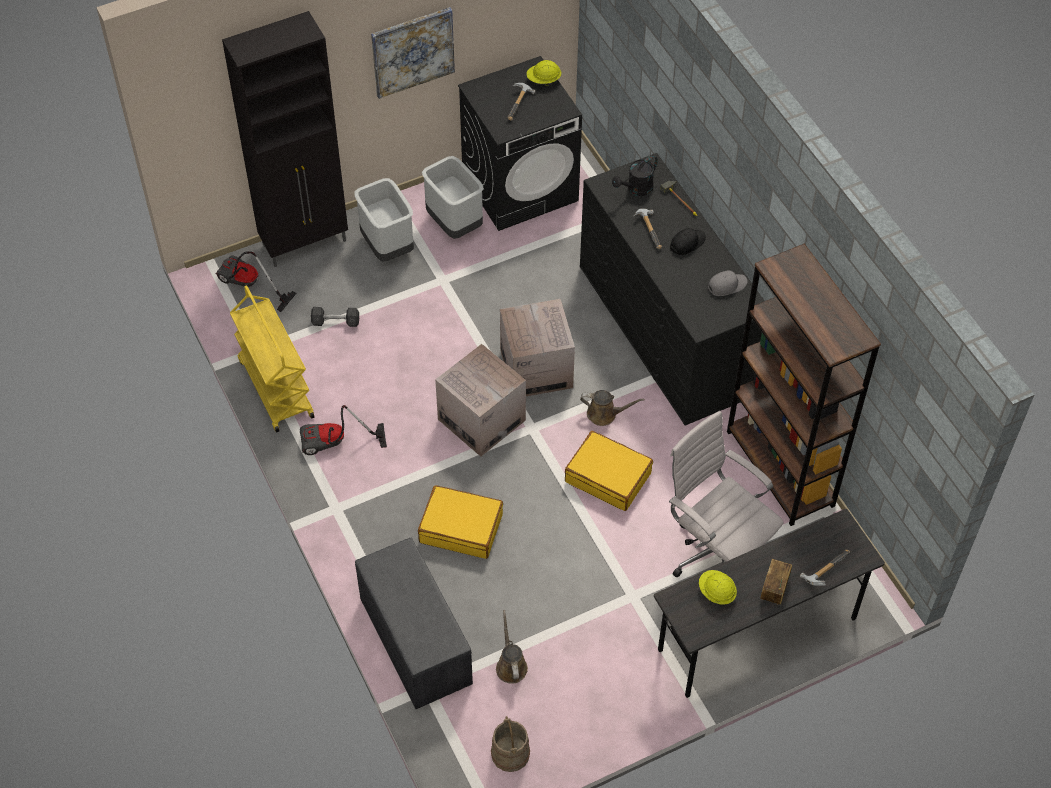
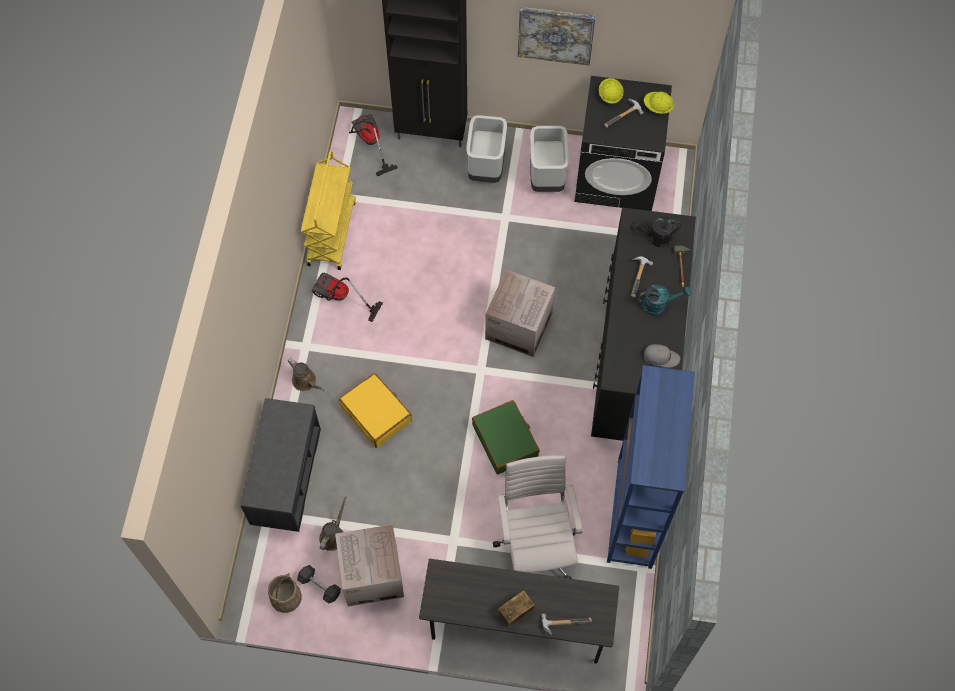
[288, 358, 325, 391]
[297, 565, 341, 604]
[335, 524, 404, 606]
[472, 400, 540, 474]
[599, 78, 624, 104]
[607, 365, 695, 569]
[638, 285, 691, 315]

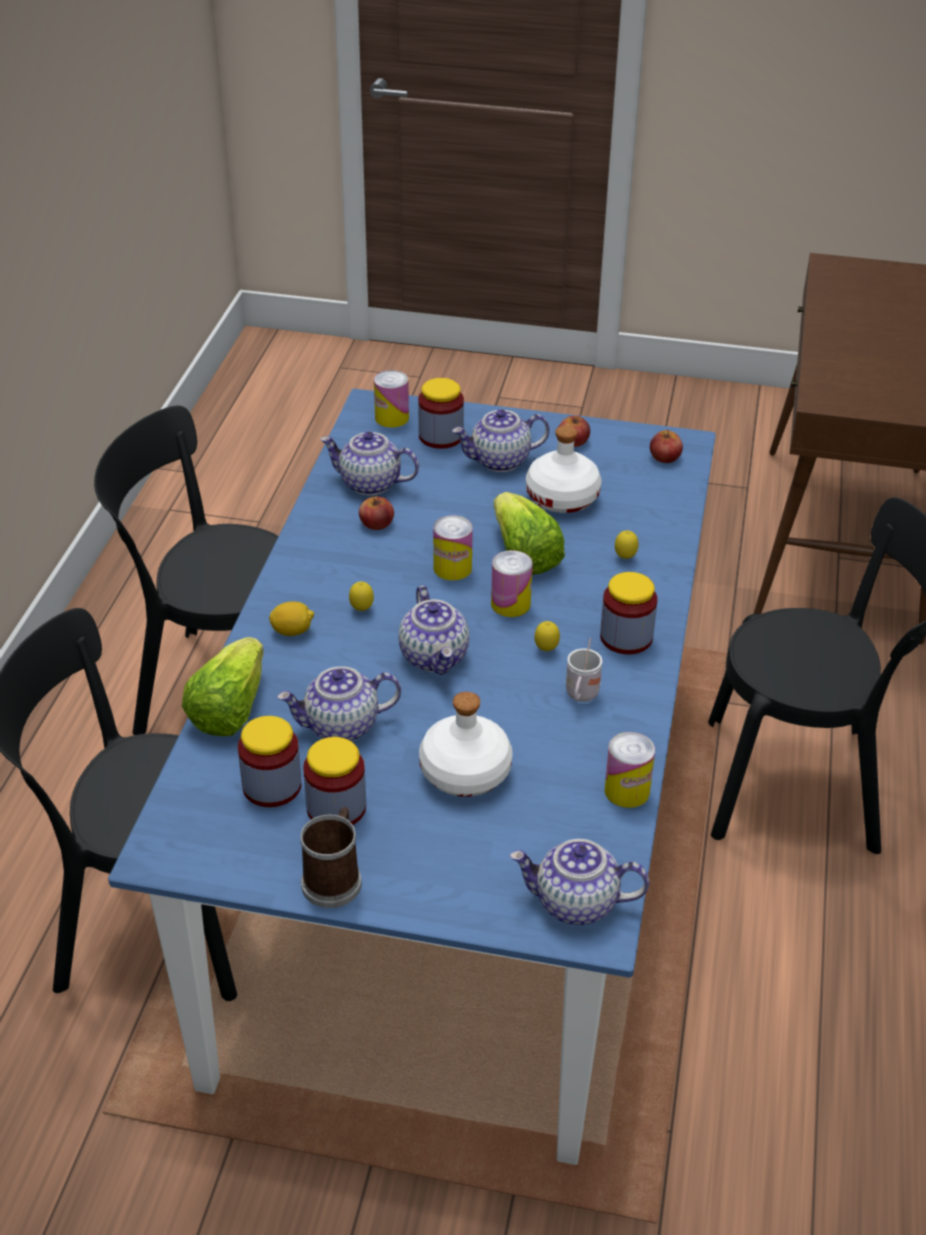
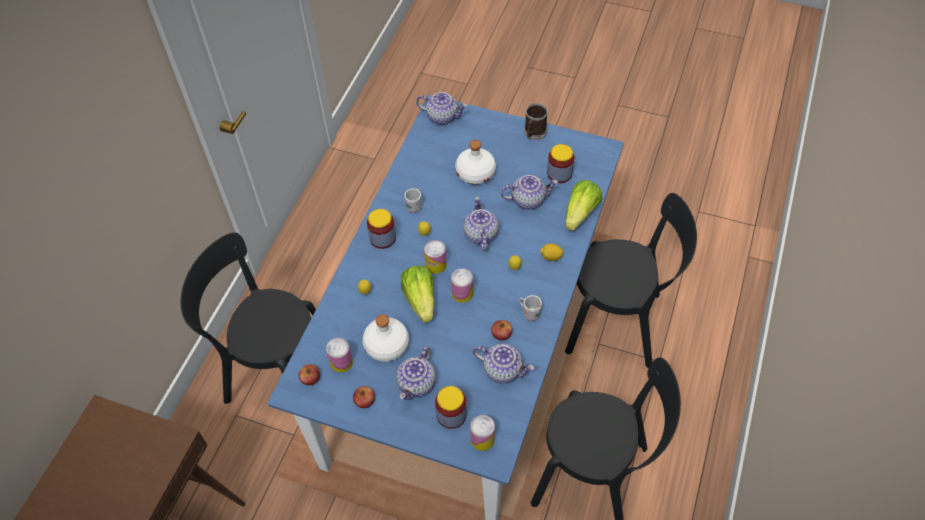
[326, 338, 353, 372]
[396, 346, 436, 400]
[519, 295, 542, 321]
[303, 737, 366, 825] (first image)

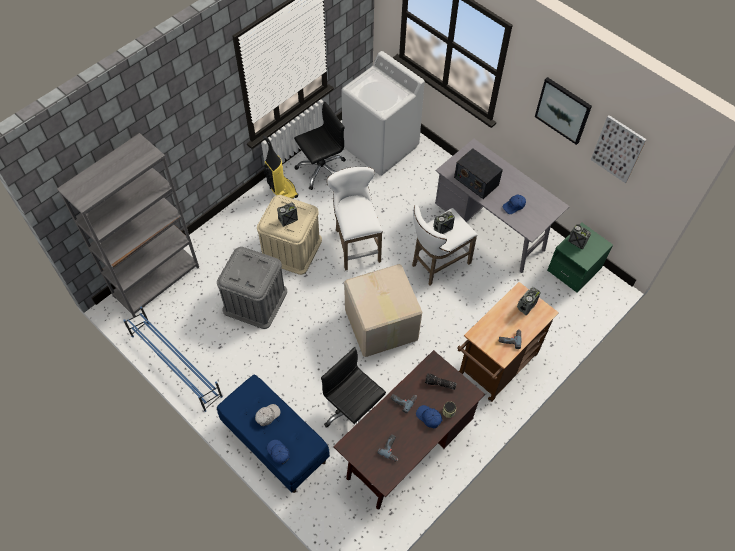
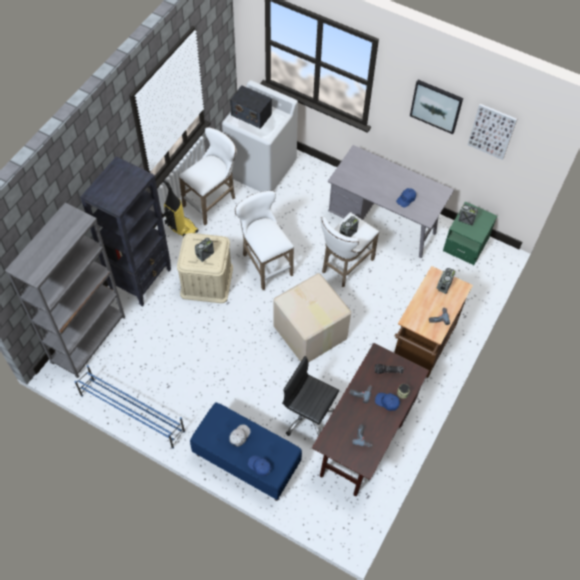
[80, 156, 171, 307]
[179, 127, 237, 225]
[230, 85, 272, 129]
[217, 247, 287, 329] (first image)

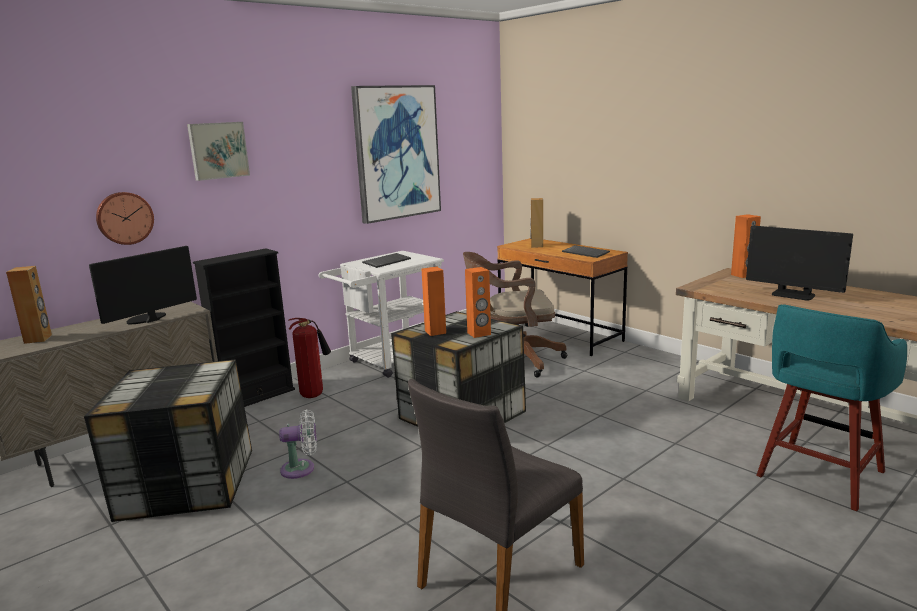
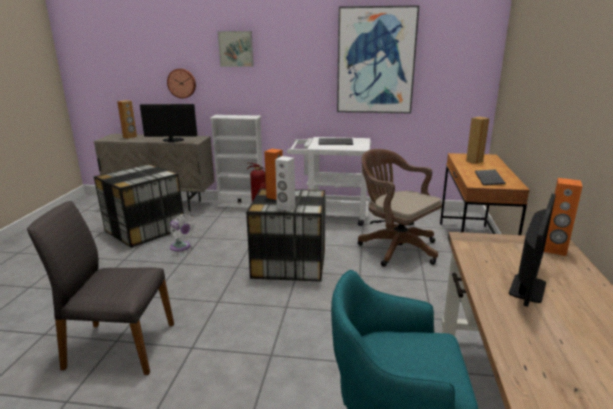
[210, 115, 263, 208]
[275, 156, 296, 211]
[509, 194, 556, 307]

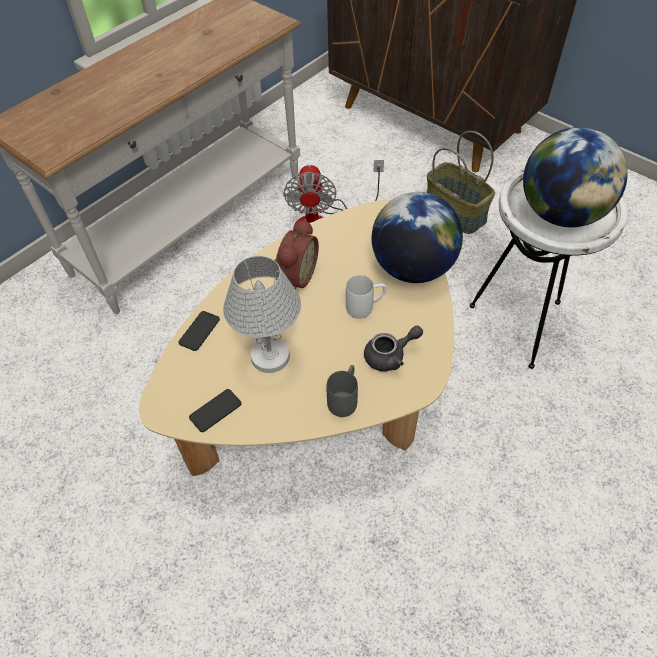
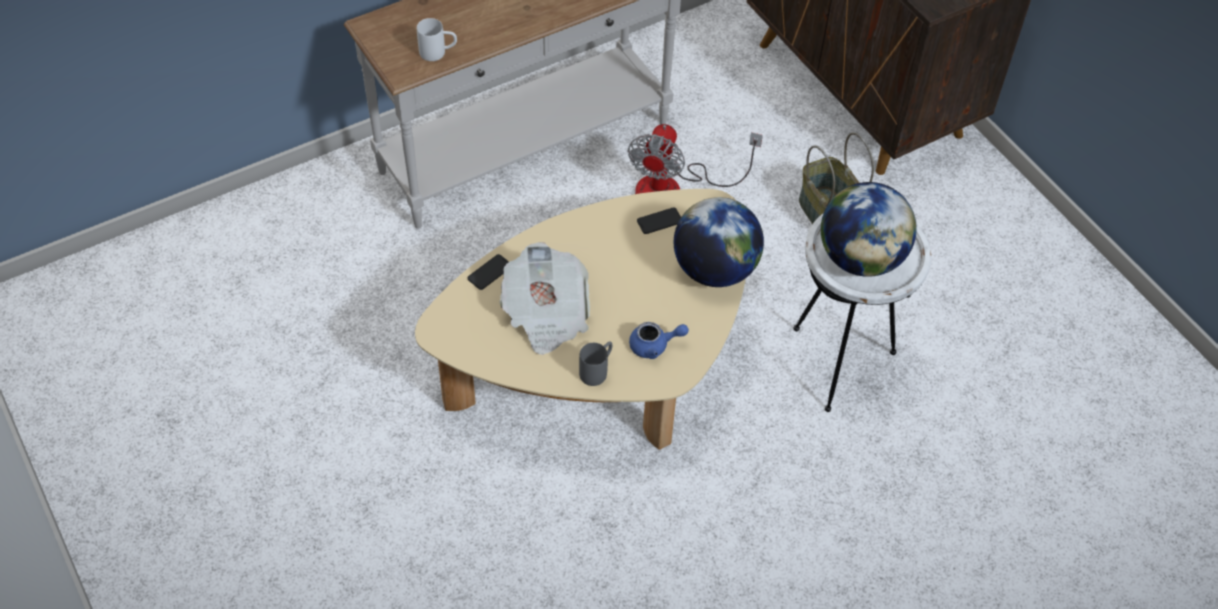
[417, 18, 457, 61]
[499, 242, 590, 355]
[629, 322, 689, 359]
[637, 207, 681, 234]
[275, 219, 319, 289] (first image)

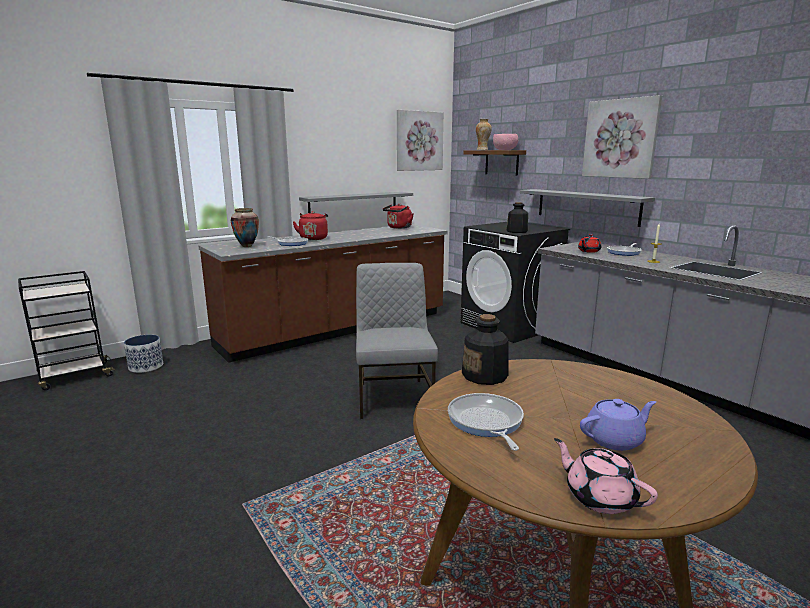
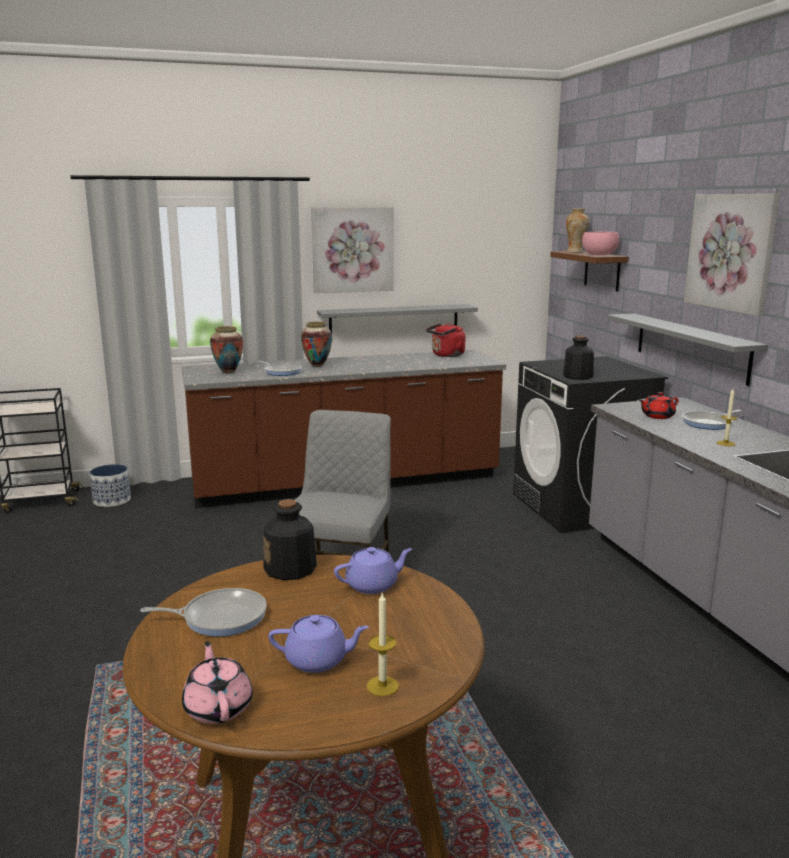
[140, 588, 267, 637]
[301, 322, 332, 367]
[311, 207, 394, 293]
[334, 547, 412, 594]
[367, 592, 399, 696]

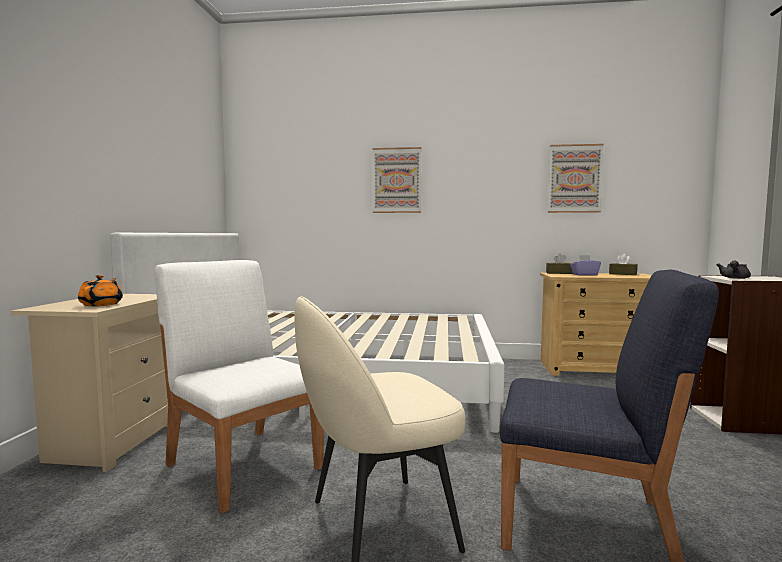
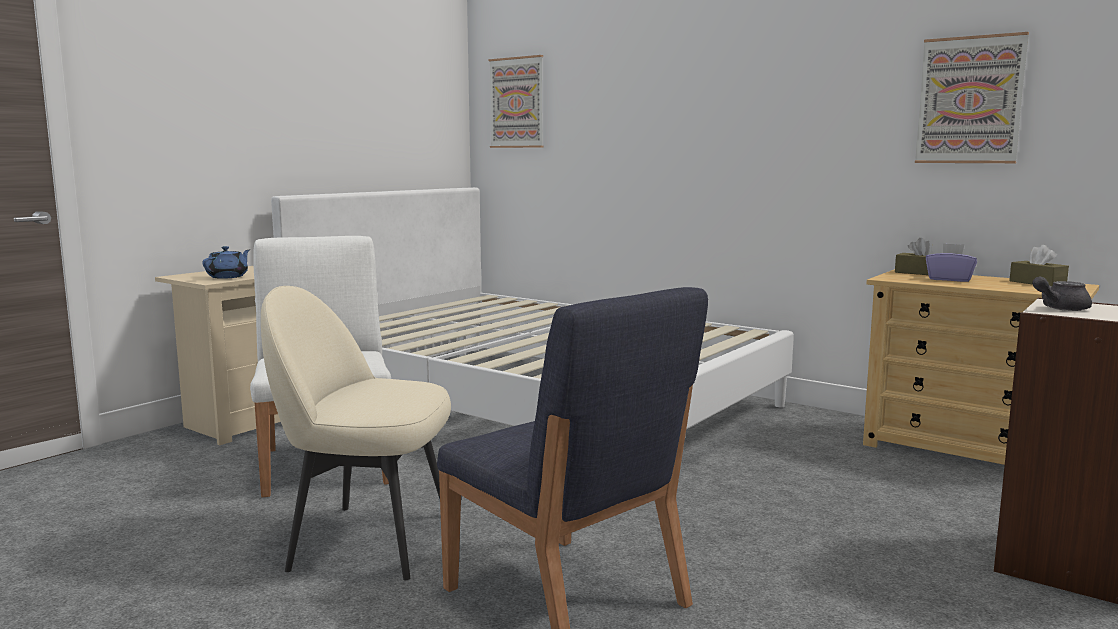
[202, 246, 250, 279]
[489, 55, 544, 148]

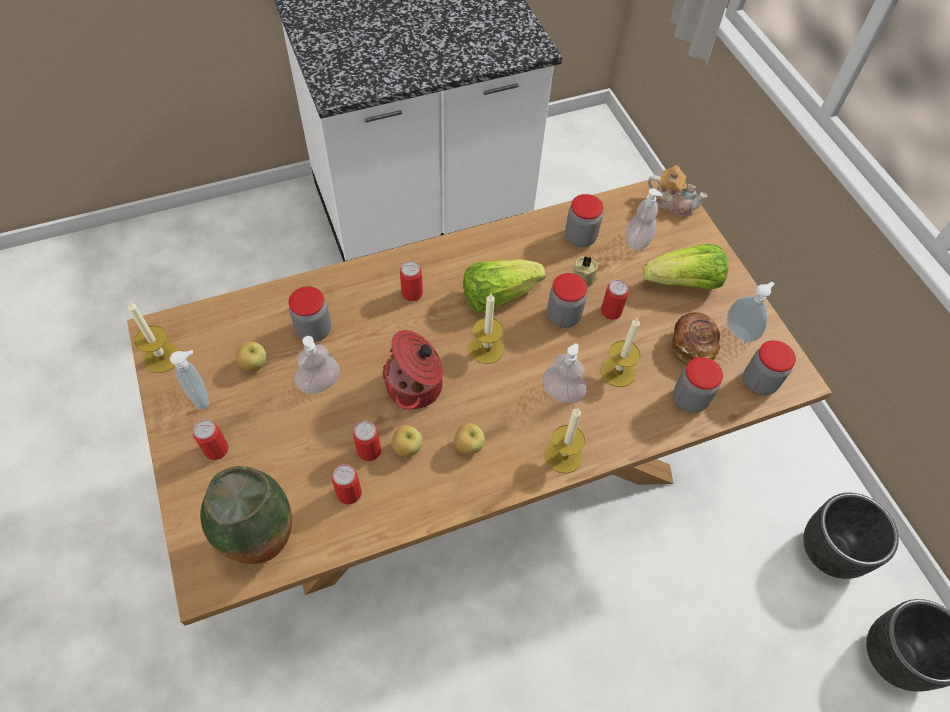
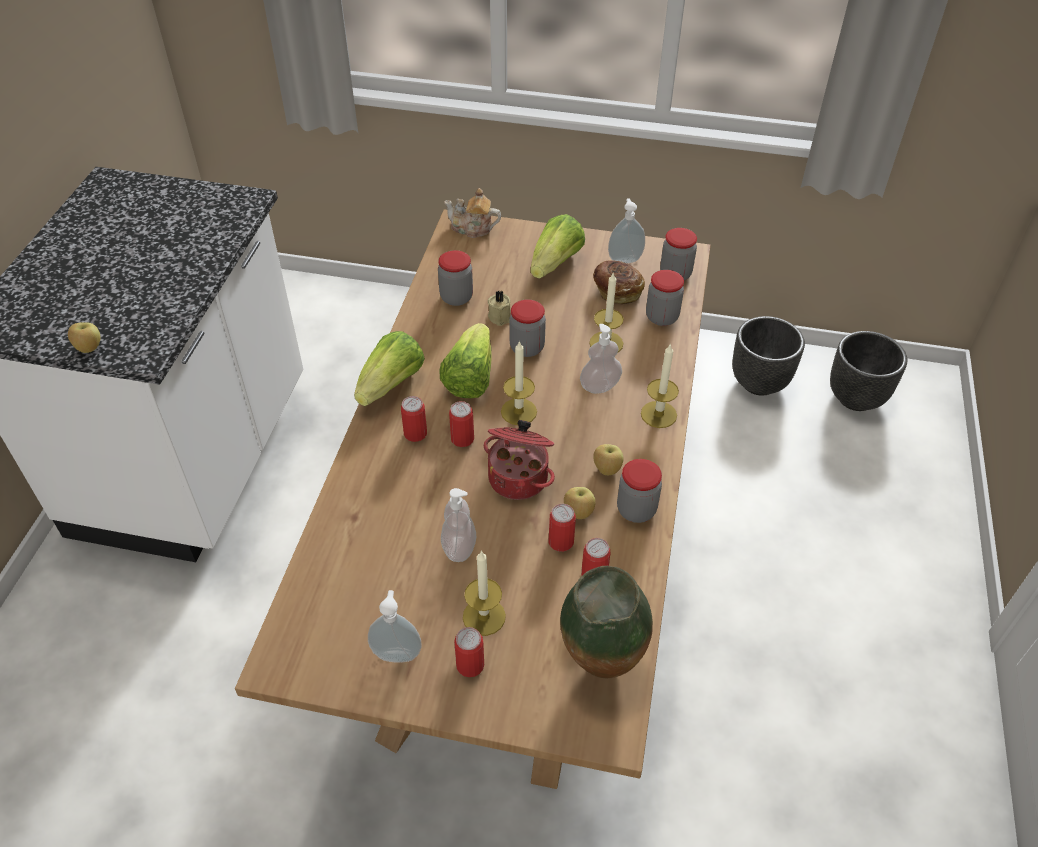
[68, 322, 101, 353]
[354, 331, 425, 406]
[444, 188, 501, 238]
[449, 401, 474, 447]
[463, 550, 506, 636]
[617, 459, 662, 523]
[627, 188, 662, 250] (first image)

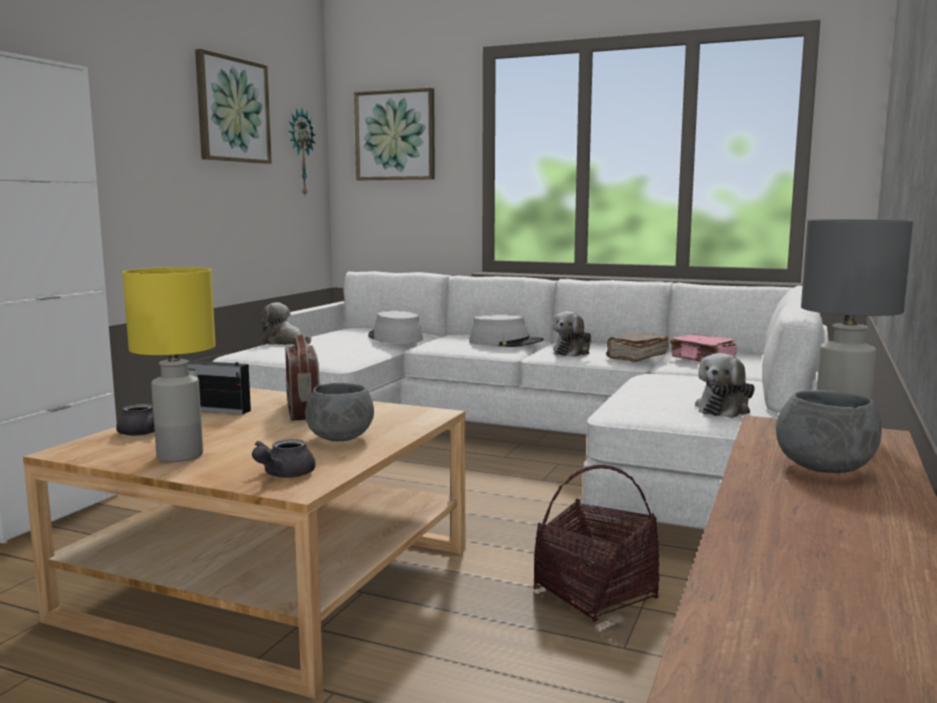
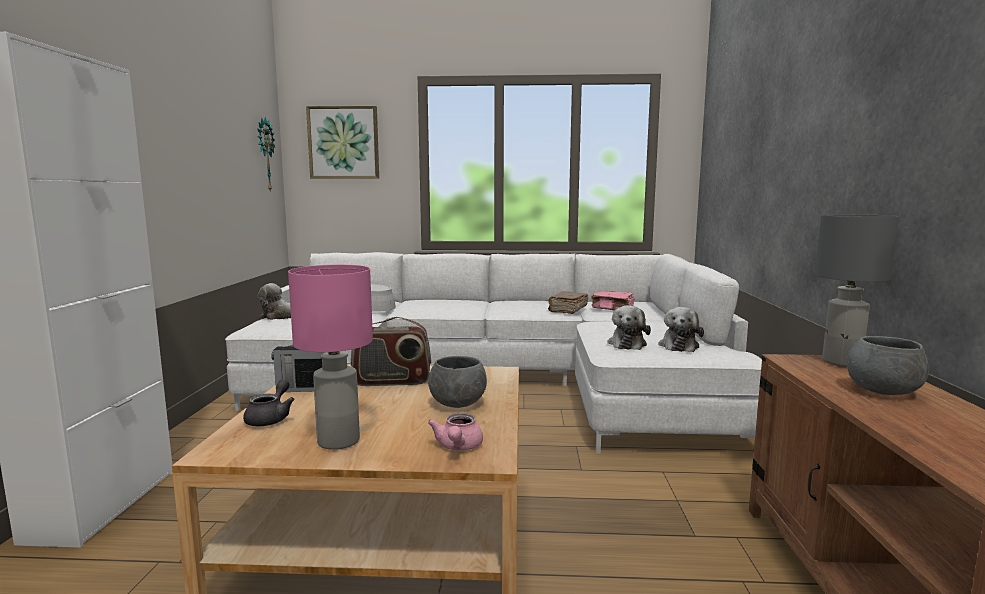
[288, 265, 373, 450]
[351, 317, 431, 386]
[428, 413, 483, 451]
[608, 305, 651, 350]
[195, 49, 272, 164] (first image)
[469, 314, 544, 347] (first image)
[534, 465, 660, 622] (first image)

